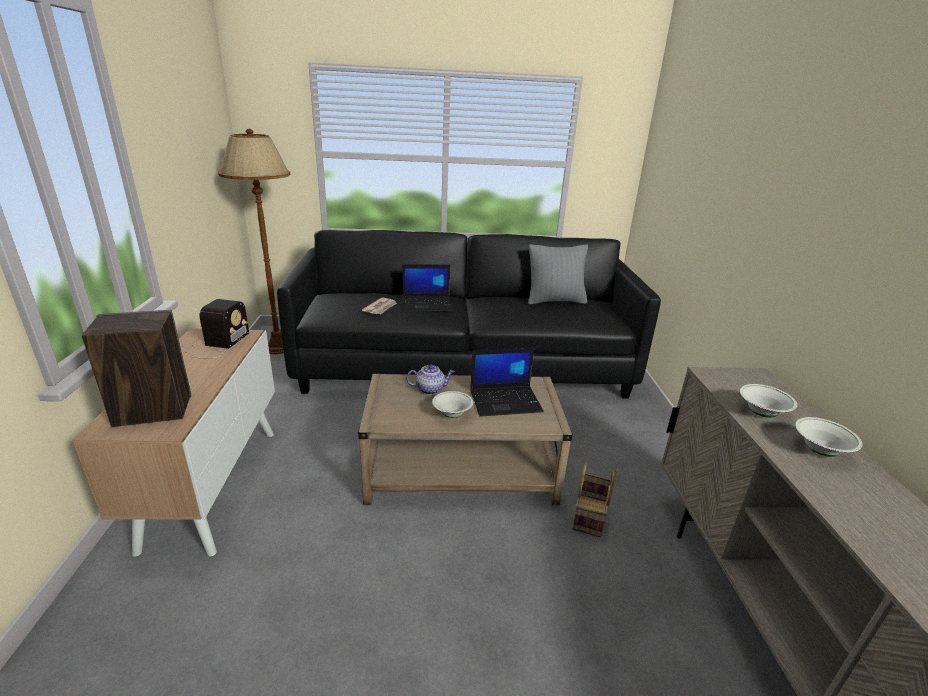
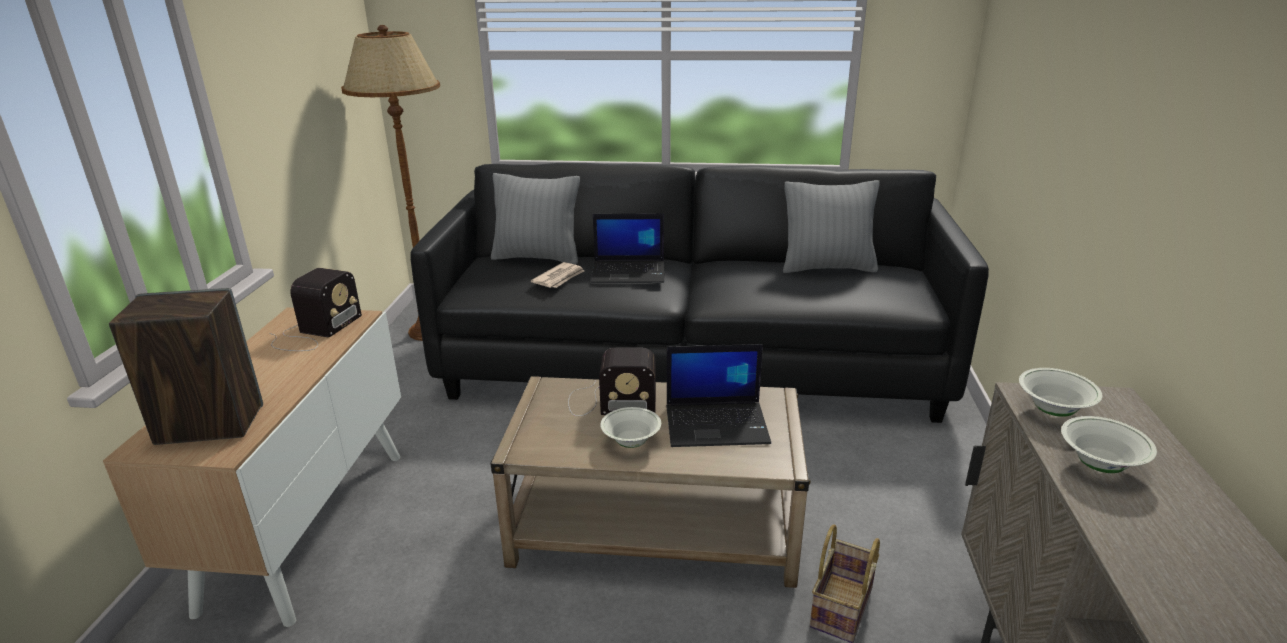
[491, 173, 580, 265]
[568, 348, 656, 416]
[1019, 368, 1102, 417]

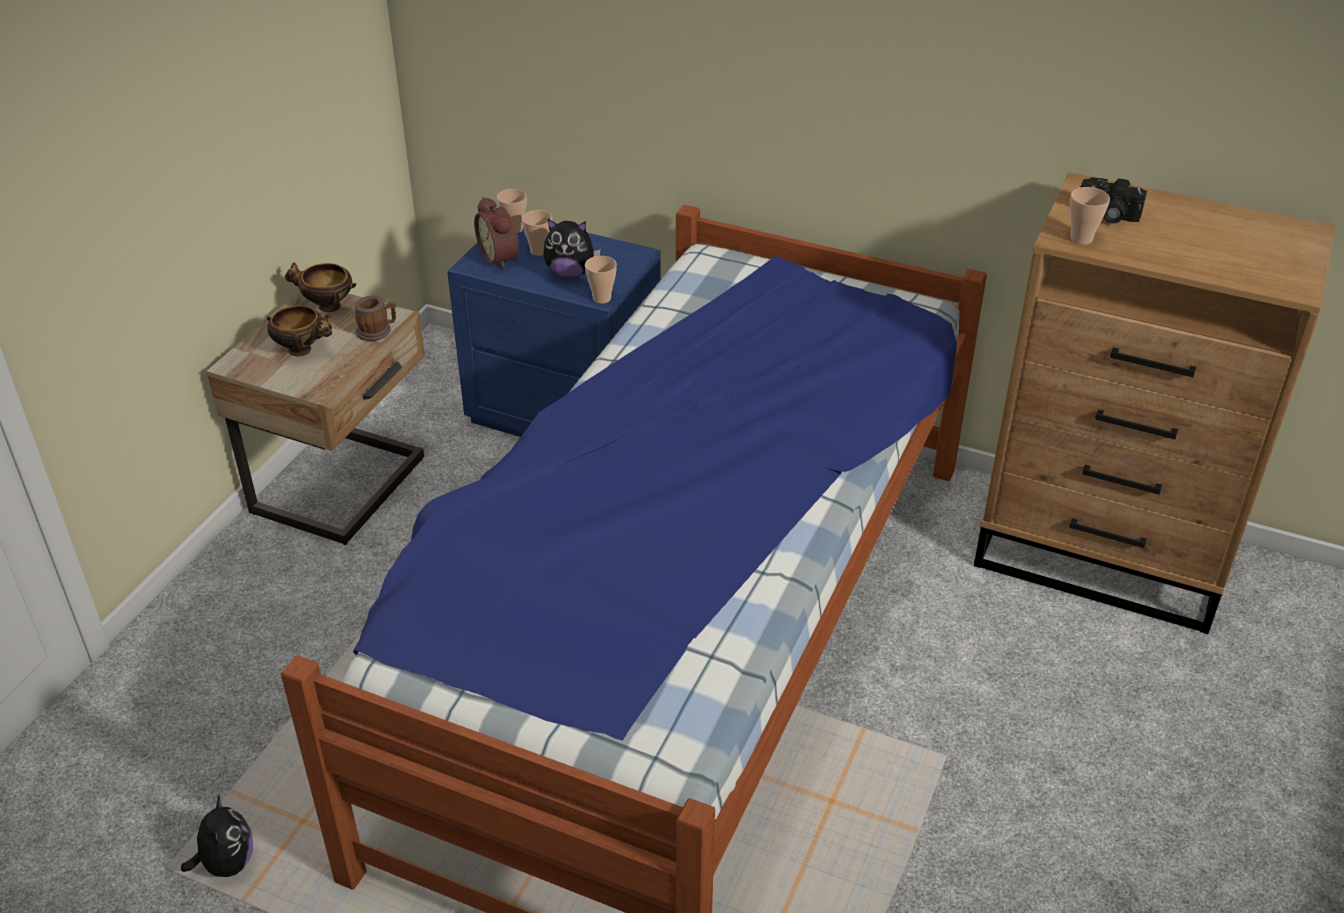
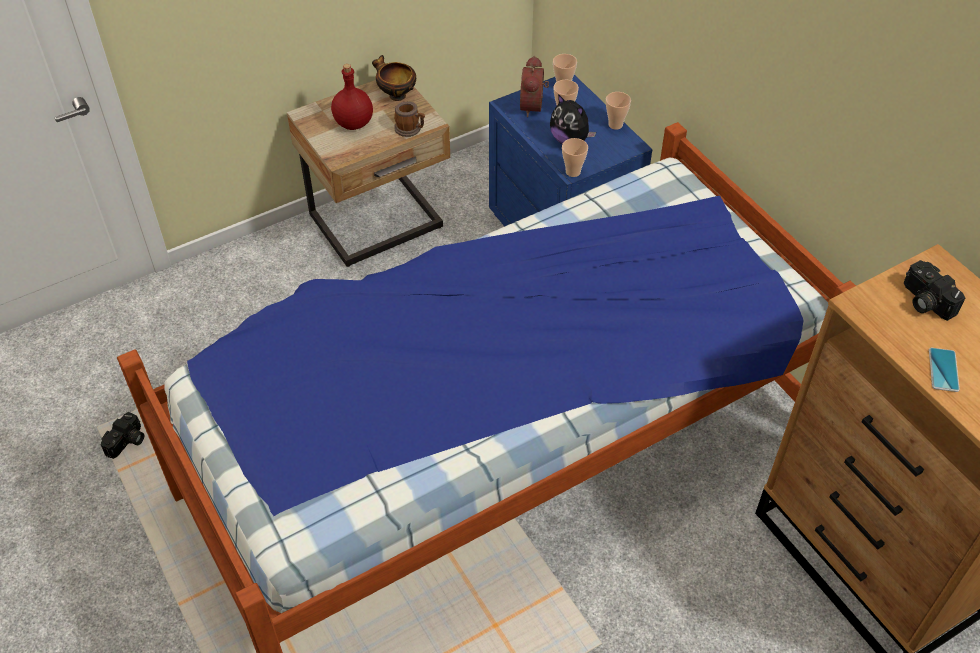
[101, 412, 144, 459]
[331, 64, 373, 130]
[606, 92, 631, 130]
[929, 348, 960, 392]

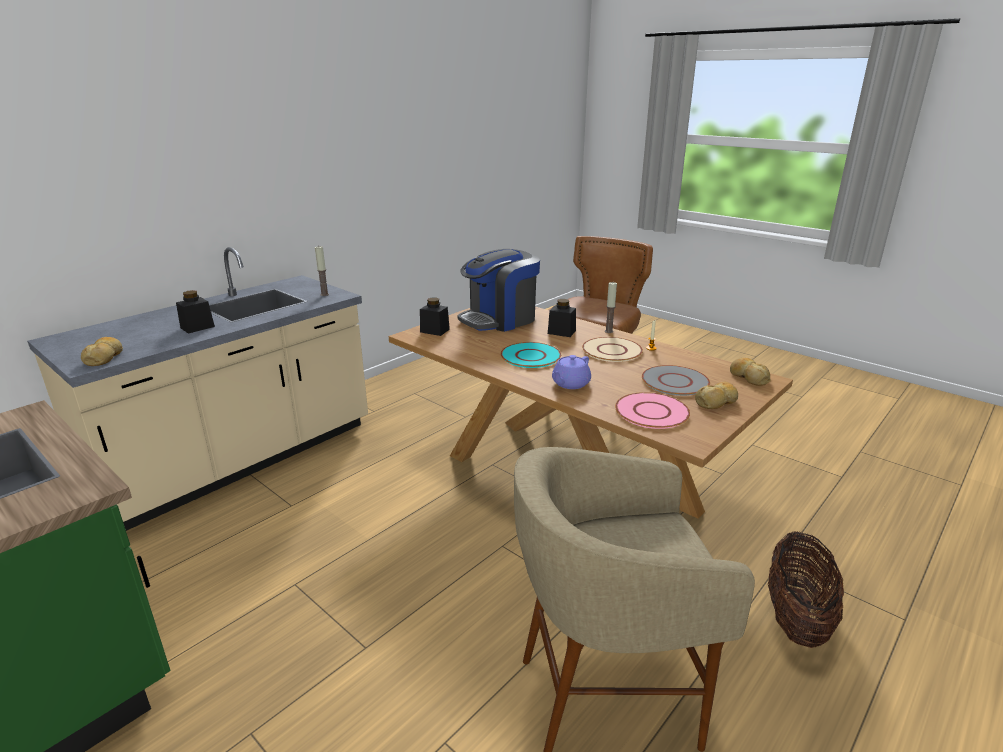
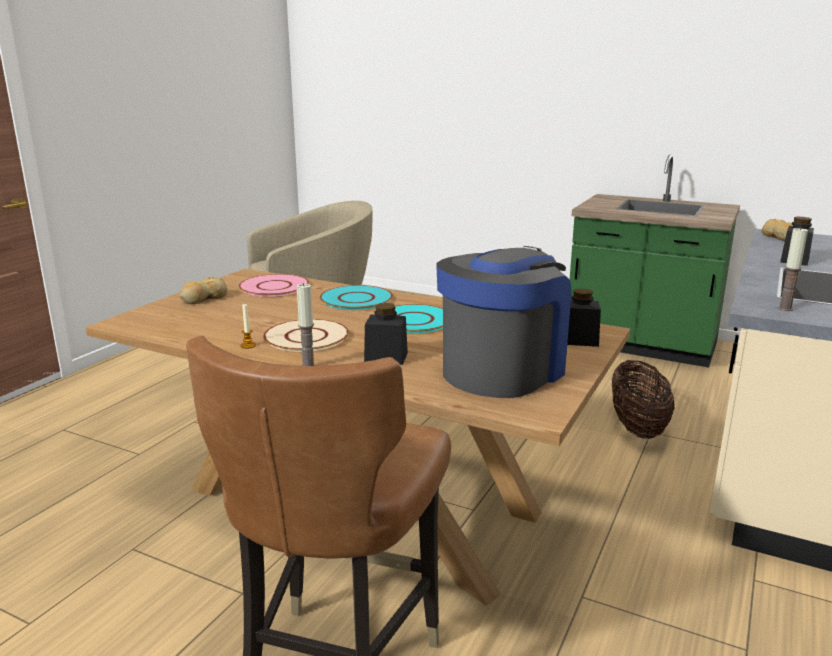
[320, 285, 393, 310]
[612, 360, 675, 439]
[642, 365, 710, 396] (first image)
[730, 358, 771, 386] (first image)

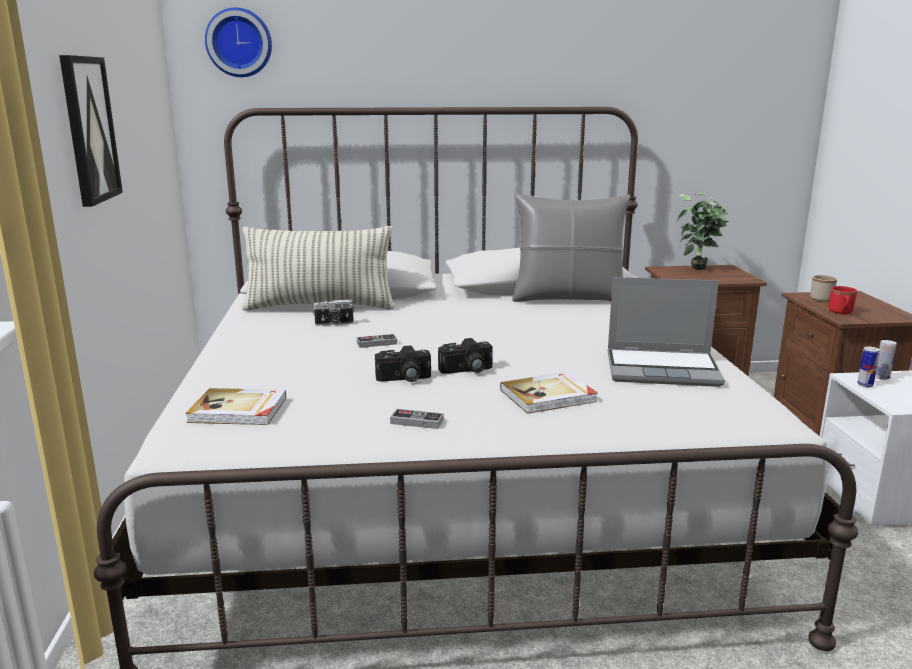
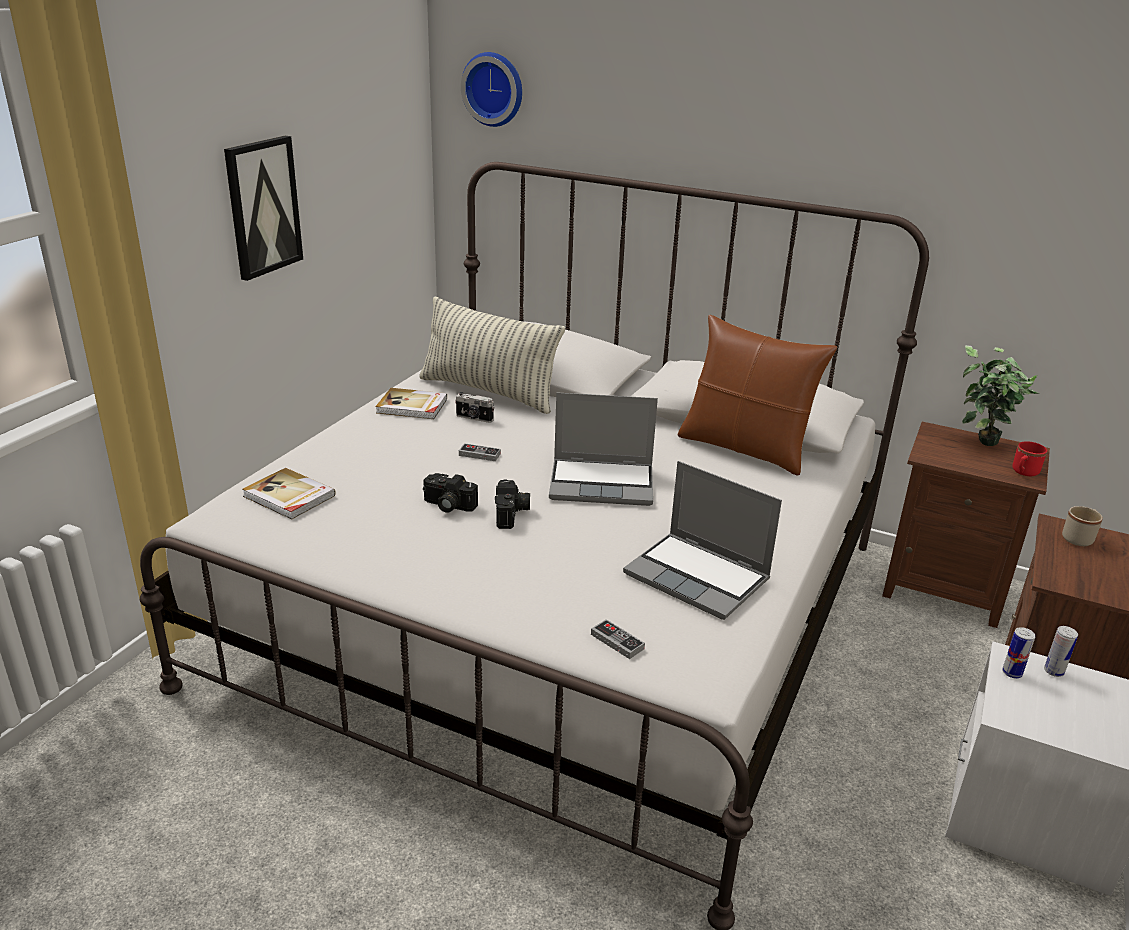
[375, 388, 447, 419]
[495, 480, 530, 529]
[549, 392, 658, 506]
[591, 619, 645, 659]
[678, 315, 837, 475]
[1012, 441, 1047, 476]

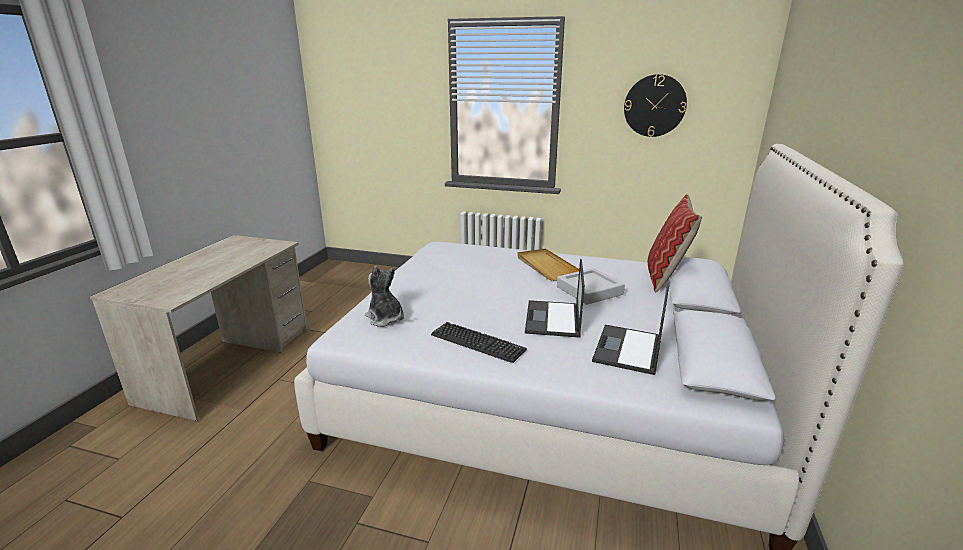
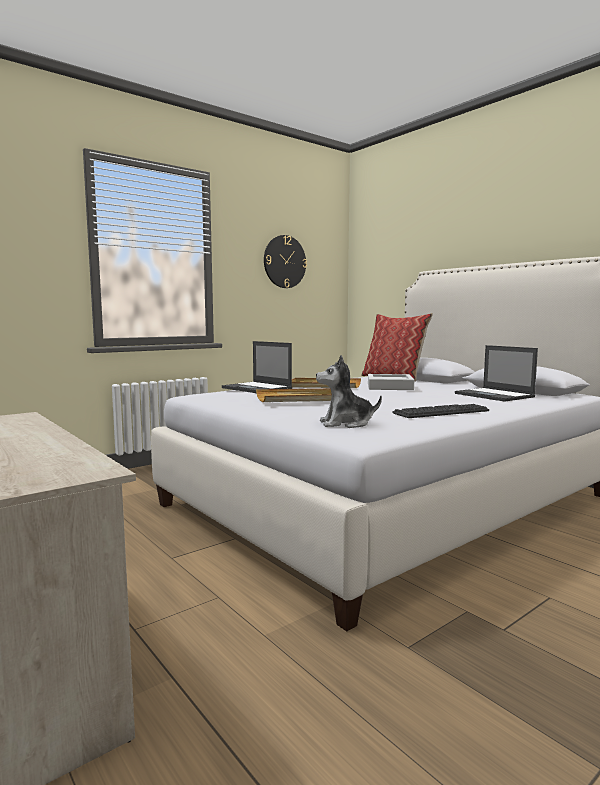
[222, 341, 292, 393]
[256, 388, 332, 402]

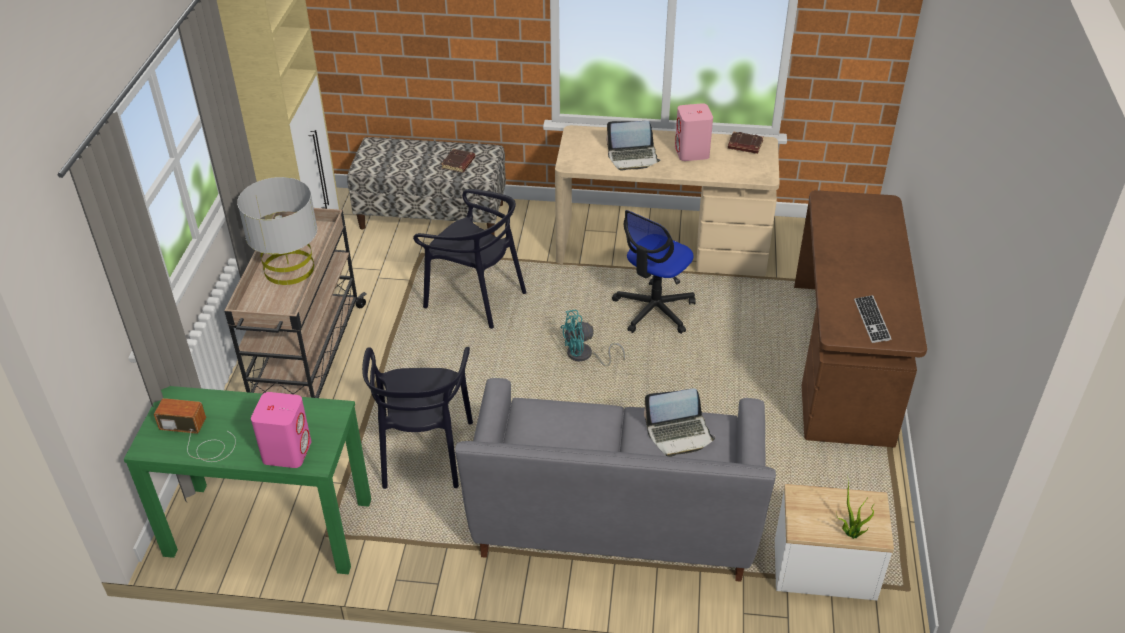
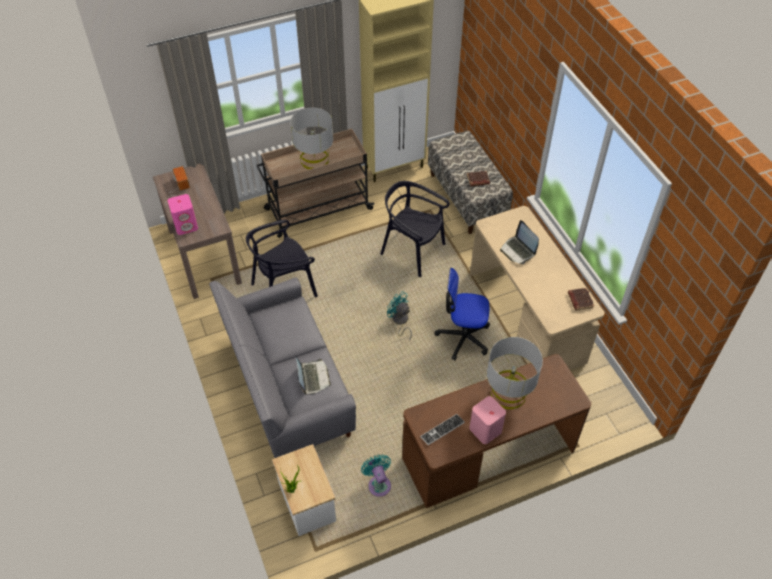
[153, 164, 242, 299]
[296, 357, 331, 395]
[361, 455, 391, 497]
[380, 181, 449, 277]
[469, 396, 506, 444]
[487, 337, 543, 409]

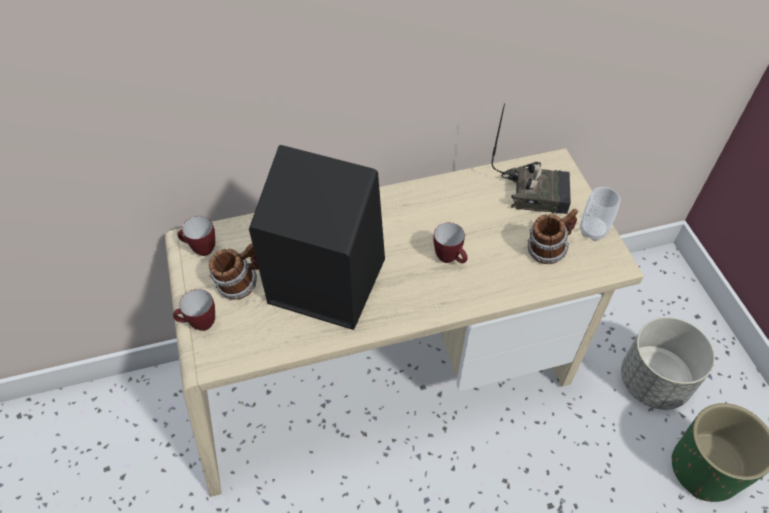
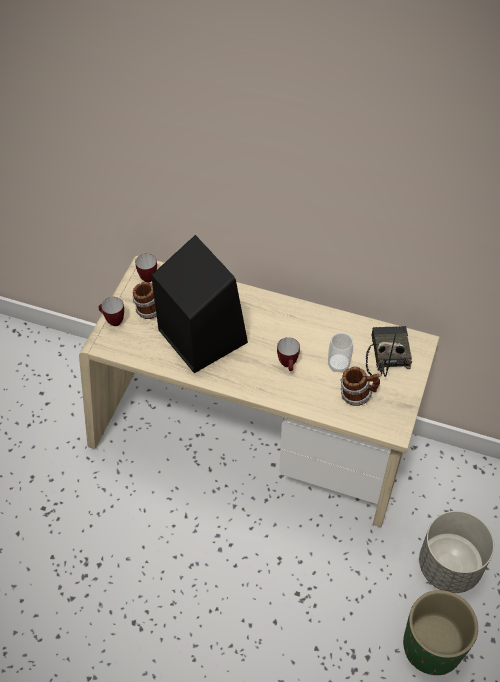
[328, 333, 353, 373]
[366, 326, 412, 377]

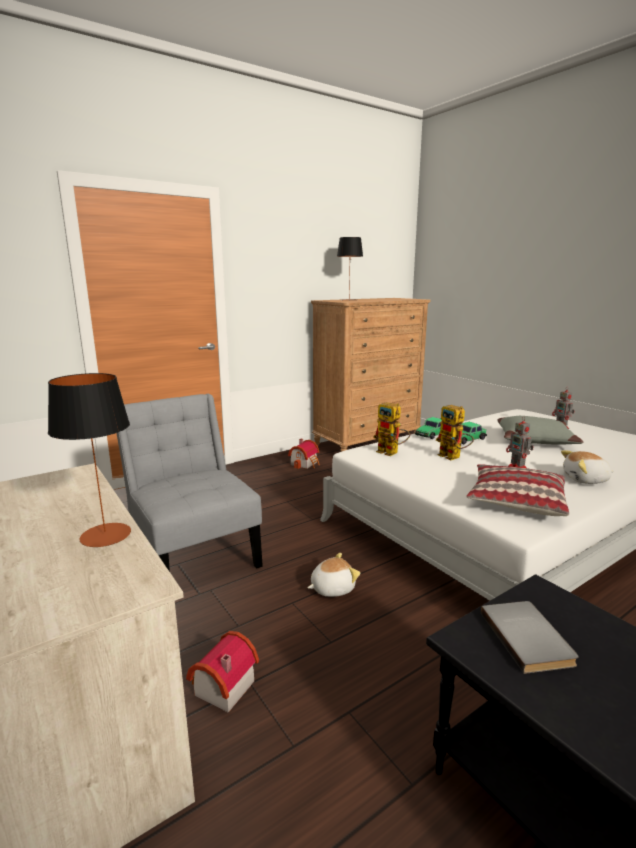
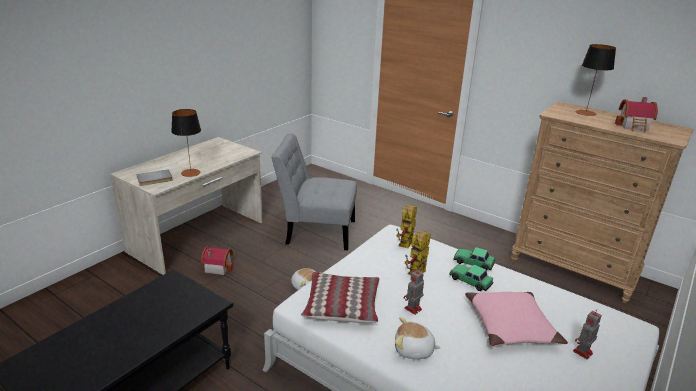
[136, 169, 172, 186]
[271, 133, 357, 250]
[395, 317, 441, 359]
[465, 292, 568, 347]
[615, 97, 658, 133]

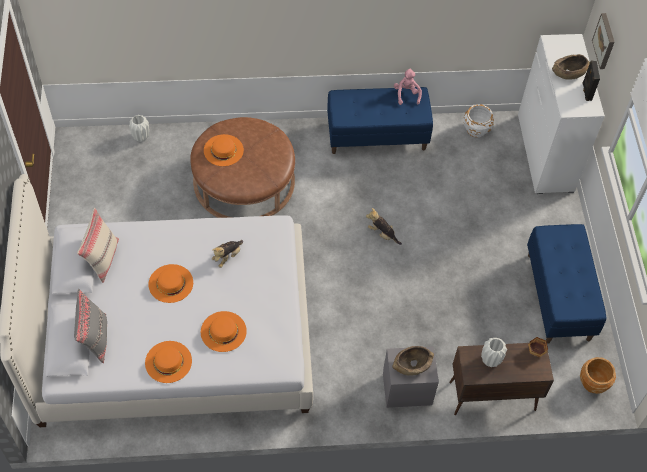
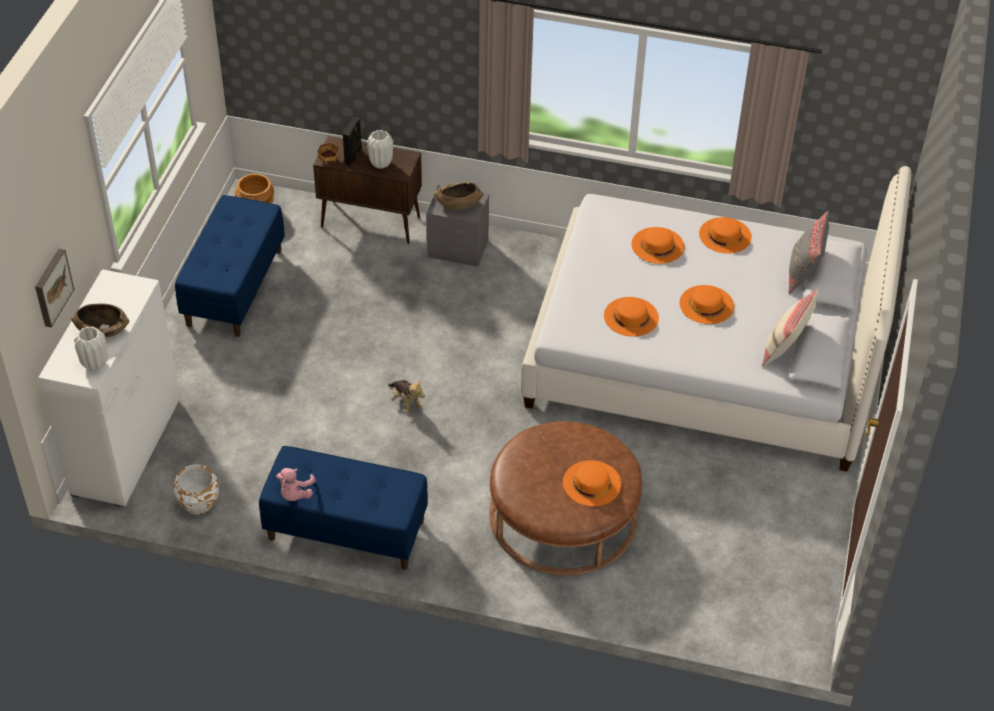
[74, 327, 108, 371]
[343, 117, 362, 166]
[604, 297, 659, 337]

